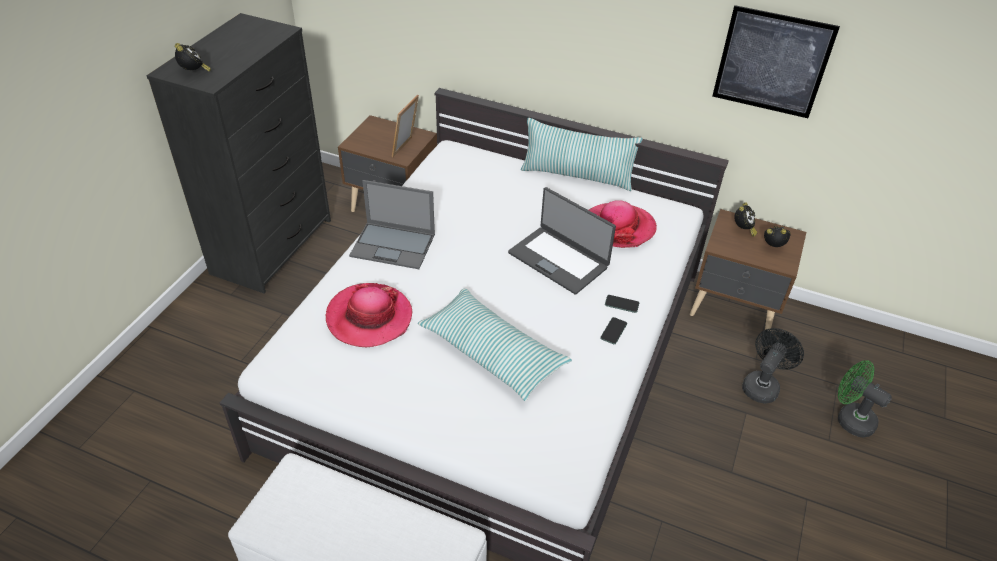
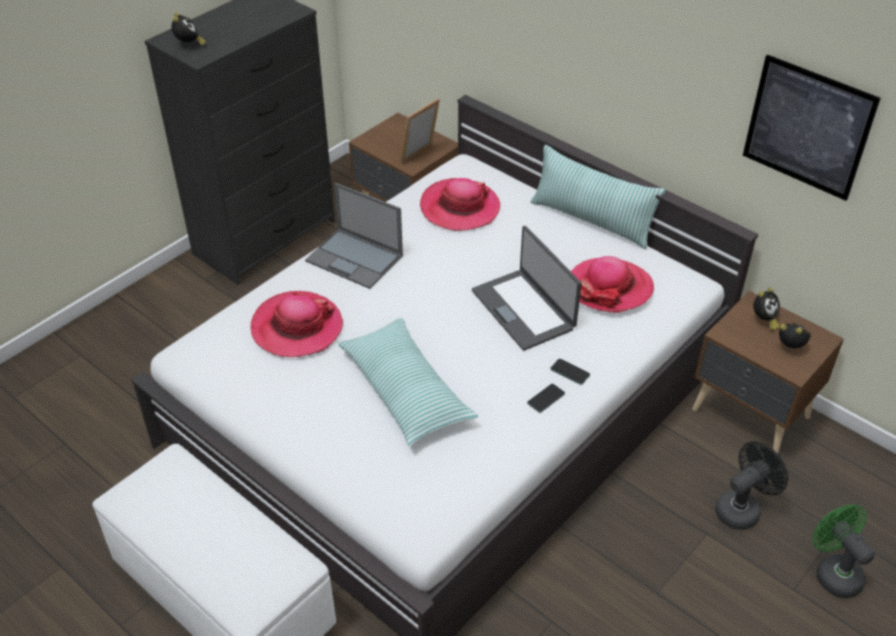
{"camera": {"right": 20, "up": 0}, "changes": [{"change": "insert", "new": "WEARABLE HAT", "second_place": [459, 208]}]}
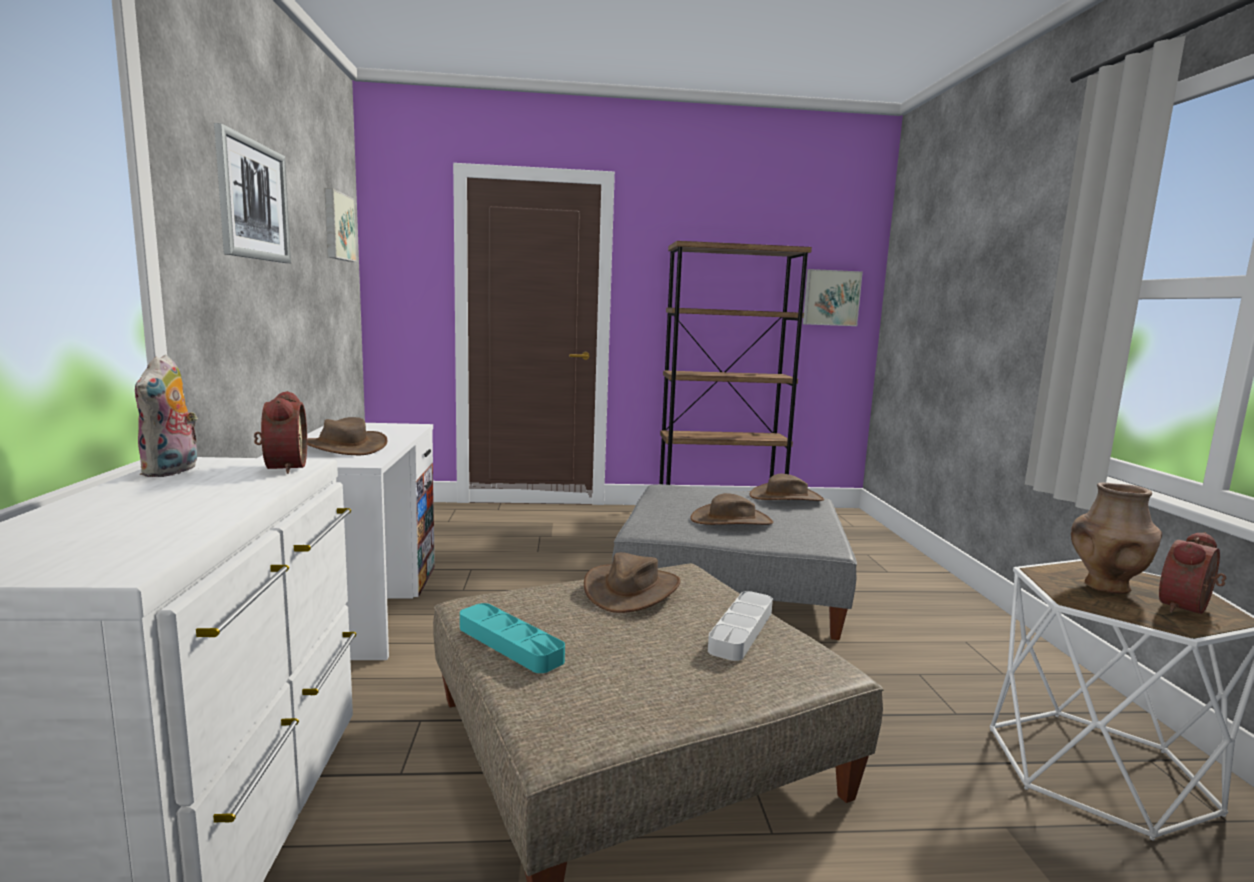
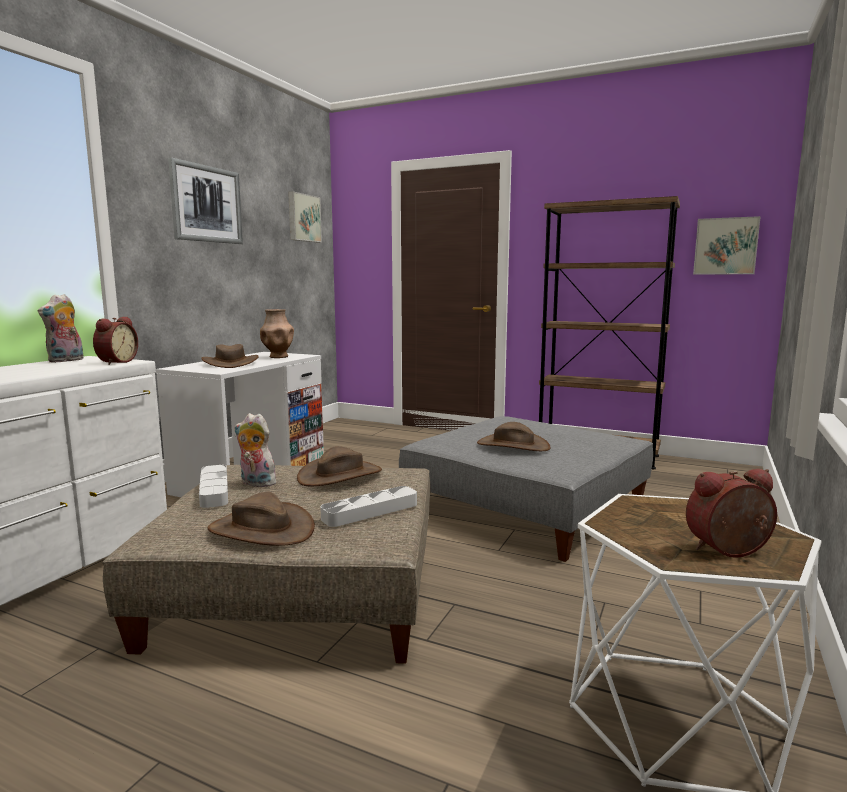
{"camera": {"right": 30, "up": 0}, "changes": [{"change": "recolor", "old": "TURQUOISE SERVING TRAY", "new": "GREY SERVING TRAY", "first_place": [510, 643], "second_place": [214, 490]}, {"change": "move", "old": "BROWN WEARABLE HAT", "first_place": [786, 497], "second_place": [261, 530]}, {"change": "insert", "new": "PLUSH TOY", "second_place": [255, 483]}, {"change": "move", "old": "BROWN FLOWER VASE", "first_place": [1106, 587], "second_place": [278, 357]}]}
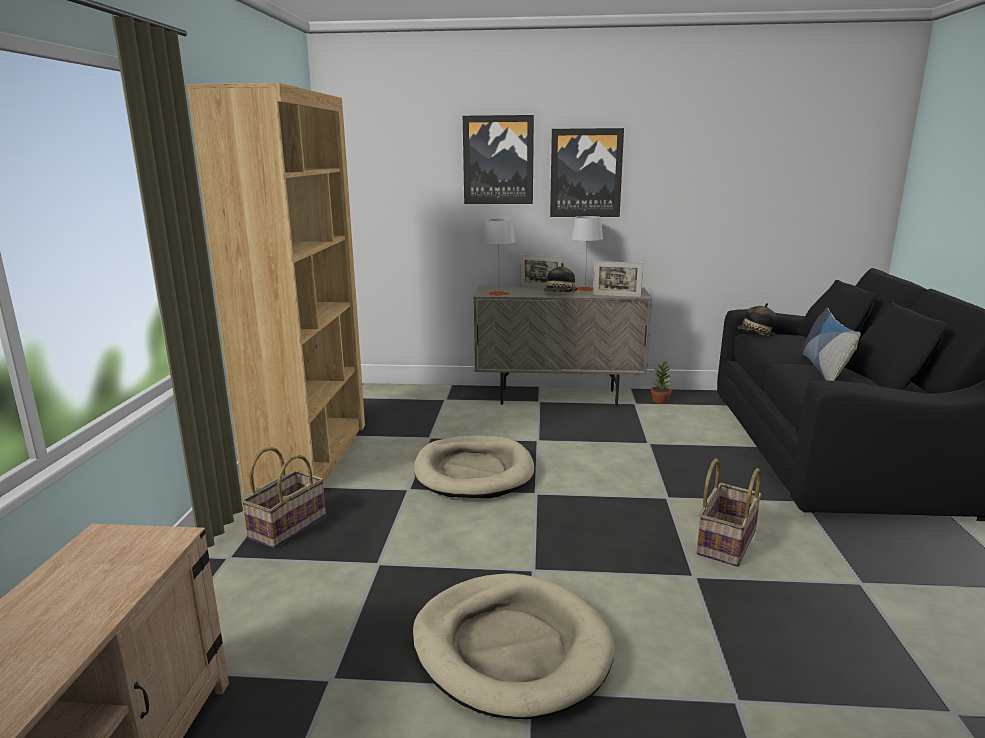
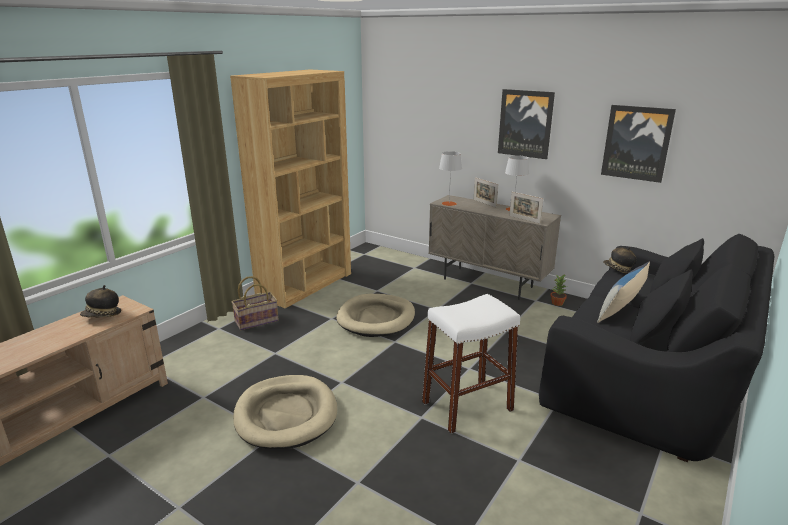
{"camera": {"right": 30, "up": 5}, "changes": [{"change": "move", "old": "WEARABLE HAT", "first_place": [560, 294], "second_place": [102, 316]}, {"change": "replace", "old": "STORAGE BASKET", "new": "WHITE STOOL SEAT", "first_place": [725, 542], "second_place": [467, 406]}, {"change": "move", "old": "PICTURE", "first_place": [498, 160], "second_place": [636, 143]}]}
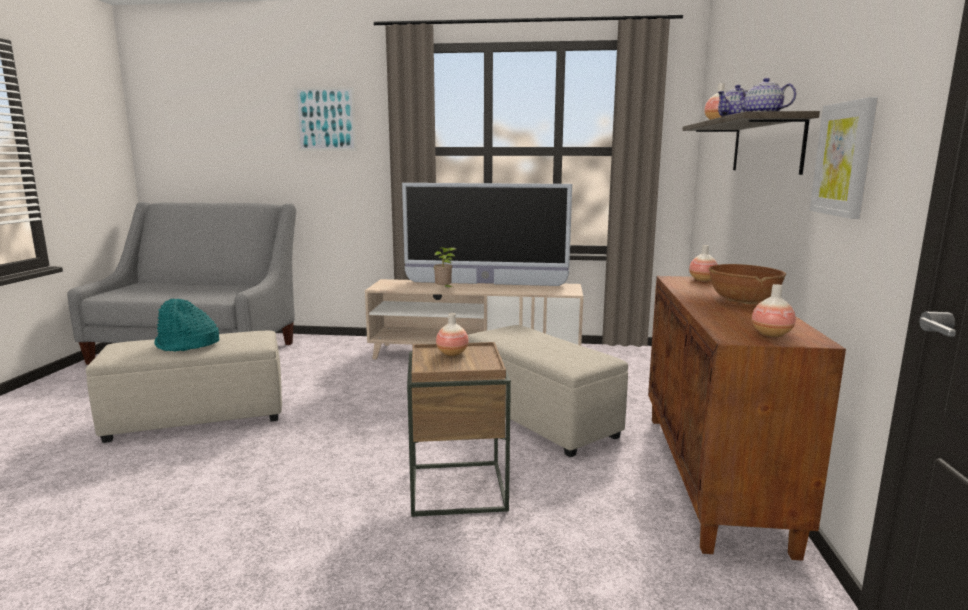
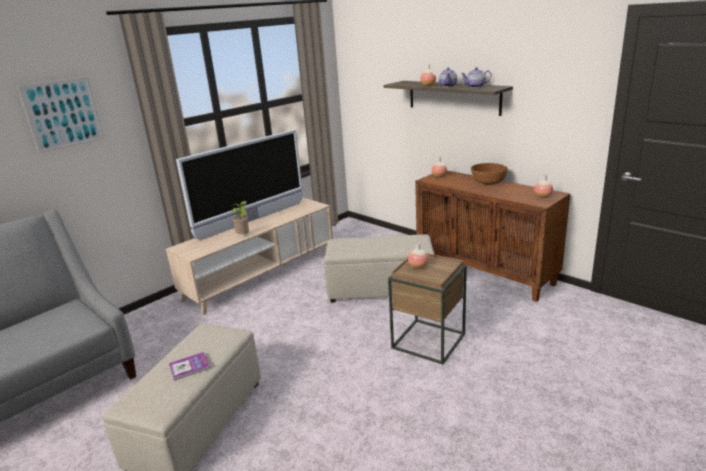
{"camera": {"right": -50, "up": 10}, "changes": [{"change": "replace", "old": "TURQUOISE WEARABLE HAT", "new": "BOOK", "first_place": [187, 345], "second_place": [190, 367]}, {"change": "delete", "old": "PICTURE", "first_place": [844, 159]}]}
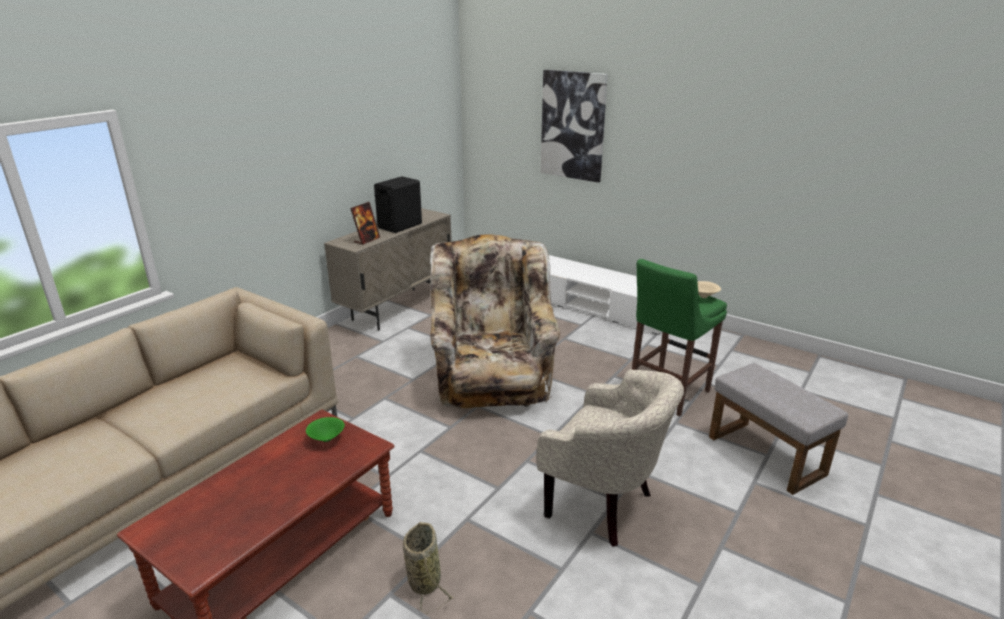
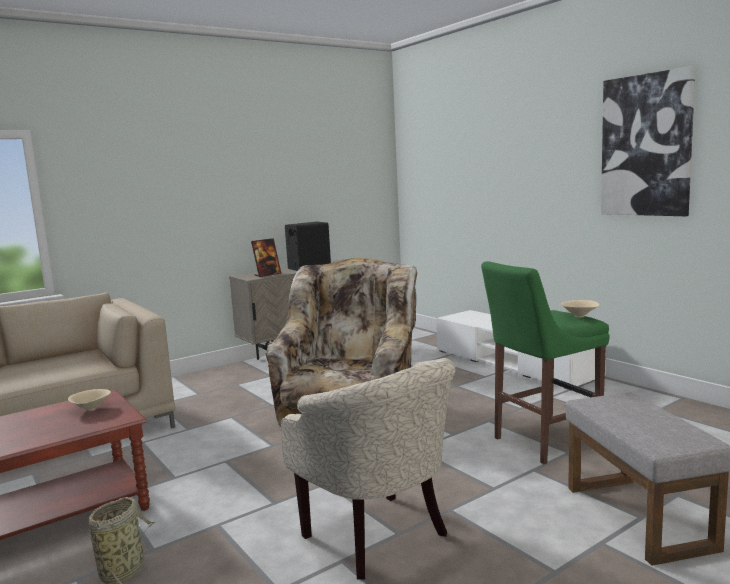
{"camera": {"right": 20, "up": -15}, "changes": [{"change": "recolor", "old": "GREENISH BOWL", "new": "SAND-COLOURED BOWL", "first_place": [326, 440], "second_place": [90, 410]}, {"change": "move", "old": "PICTURE", "first_place": [573, 126], "second_place": [646, 145]}]}
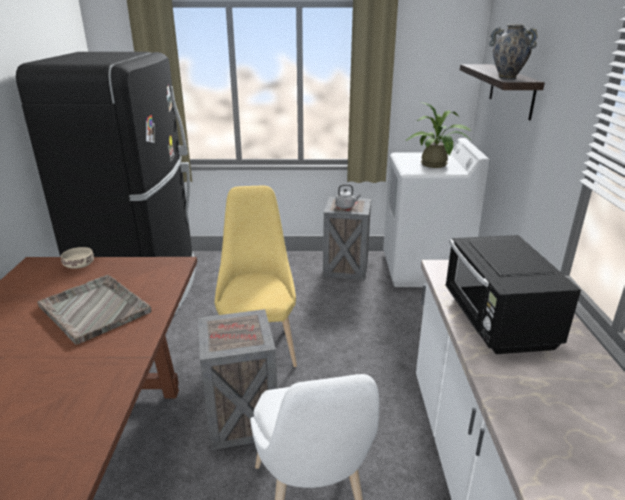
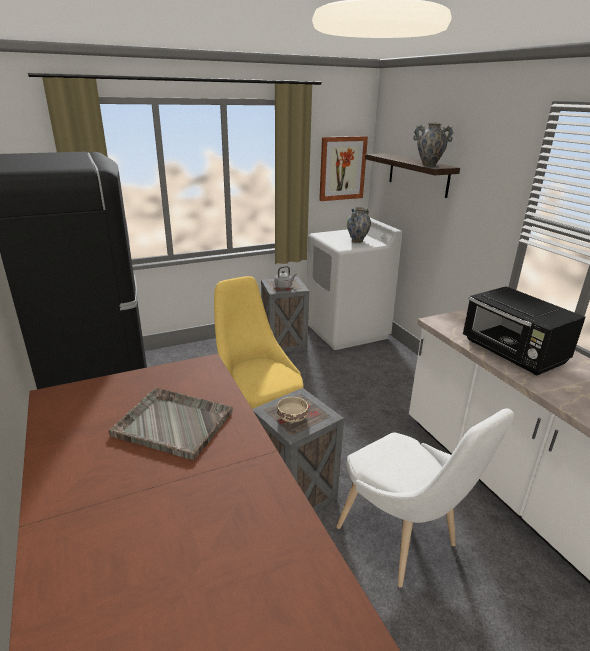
{"camera": {"right": -25, "up": 0}, "changes": [{"change": "move", "old": "SAND-COLOURED BOWL", "first_place": [80, 265], "second_place": [293, 416]}, {"change": "insert", "new": "PICTURE", "second_place": [342, 168]}, {"change": "replace", "old": "PLANT IN A POT", "new": "FLOWER VASE", "first_place": [436, 165], "second_place": [357, 241]}]}
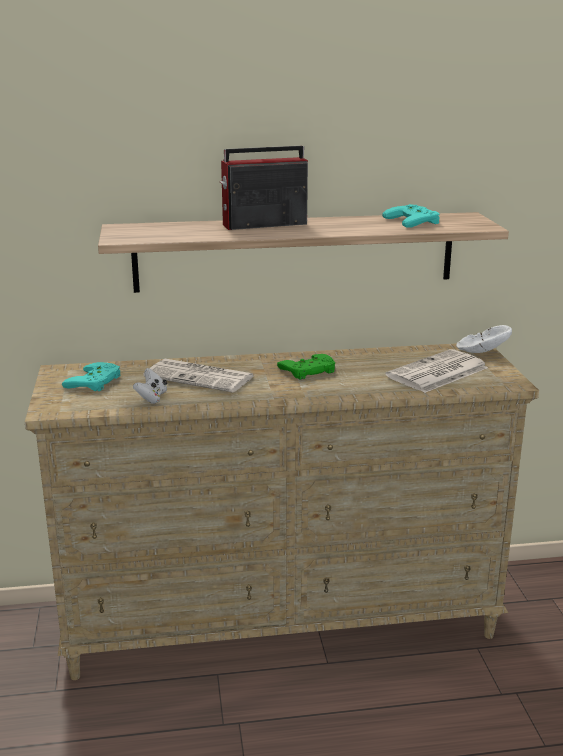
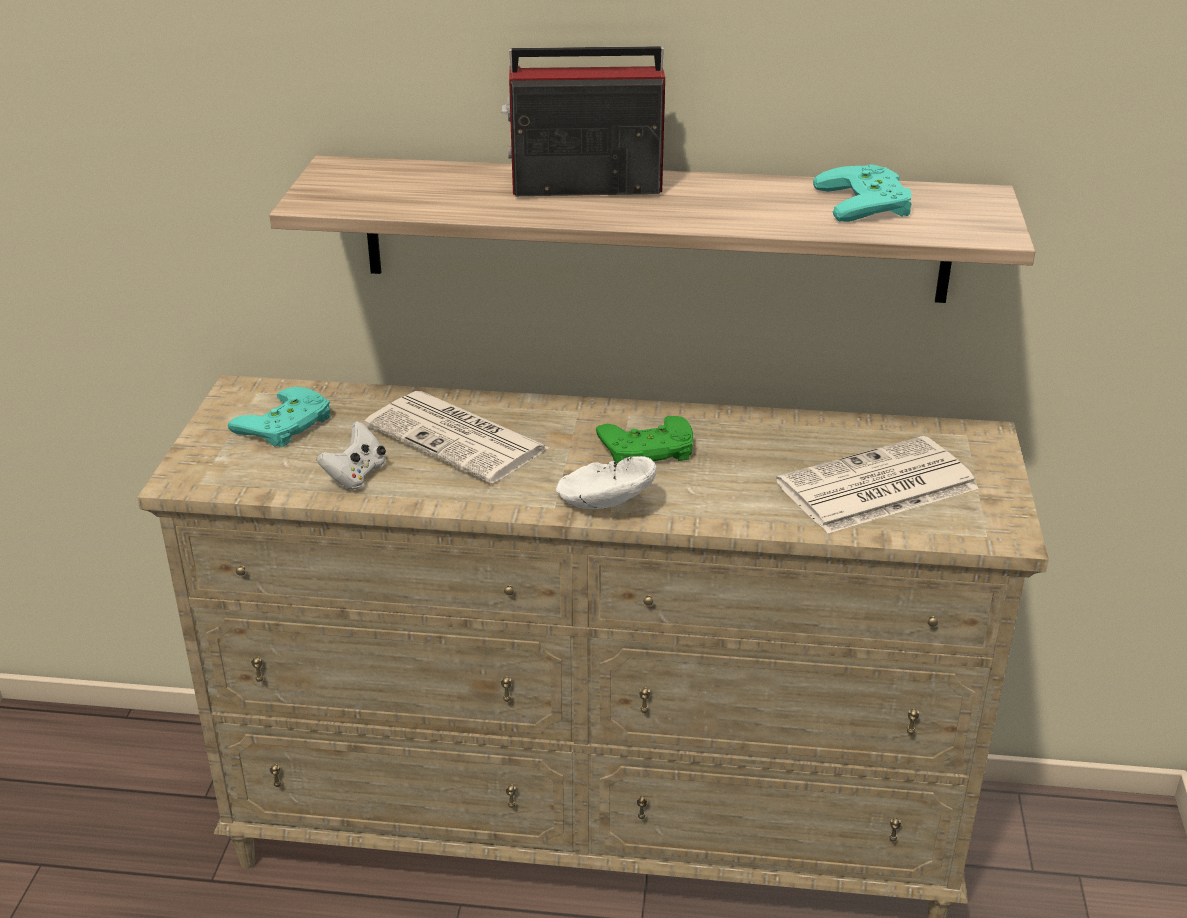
{"camera": {"right": 15, "up": 10}, "changes": [{"change": "move", "old": "WHITE BOWL", "first_place": [481, 351], "second_place": [604, 502]}]}
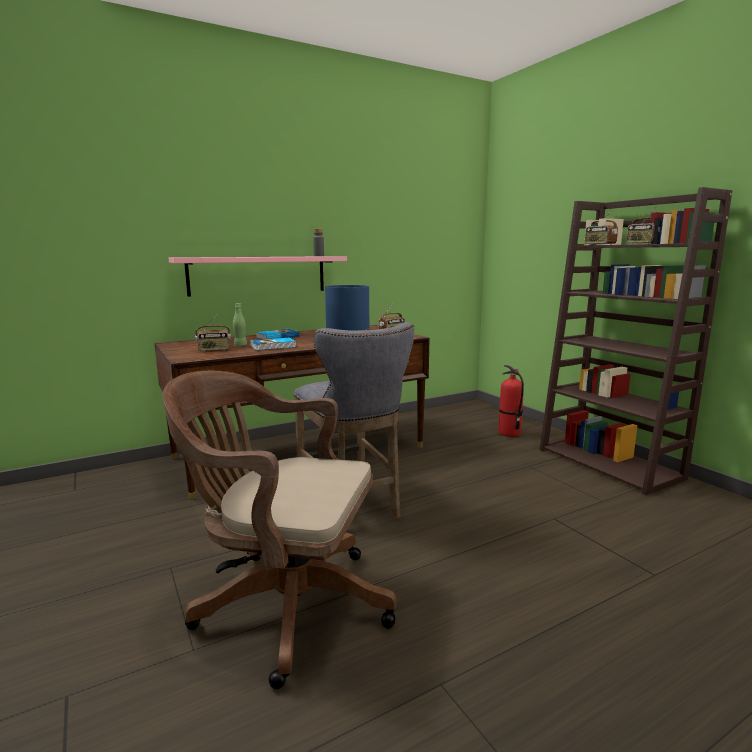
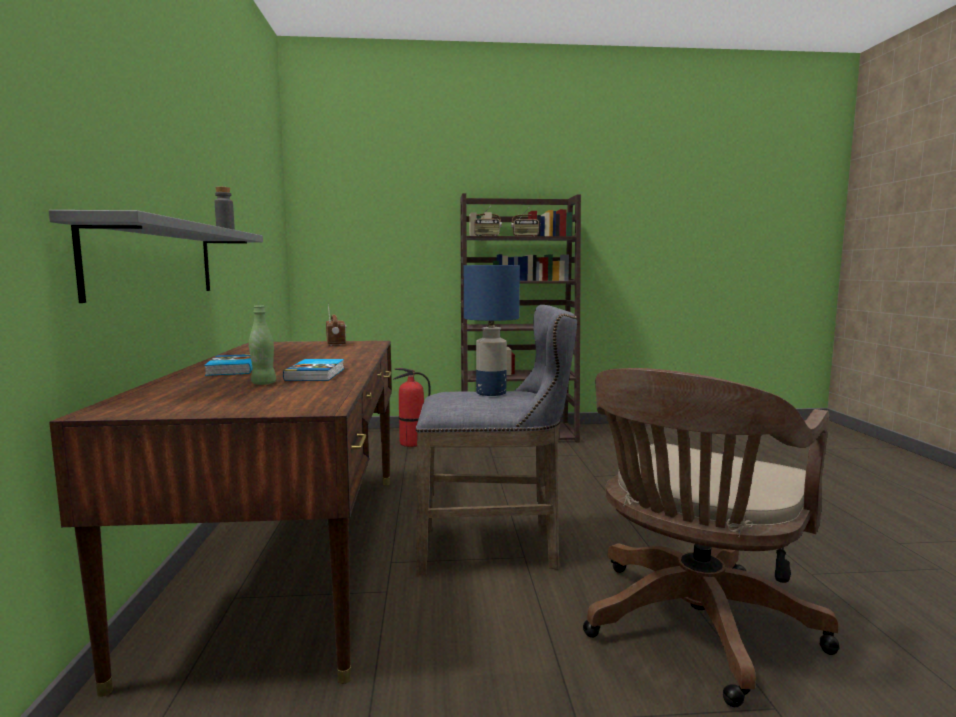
{"camera": {"right": -65, "up": -5}, "changes": [{"change": "recolor", "old": "PINK-COLOURED WALL SHELF", "new": "GREY WALL SHELF", "first_place": [258, 275], "second_place": [155, 261]}, {"change": "delete", "old": "RADIO SET", "first_place": [214, 350]}]}
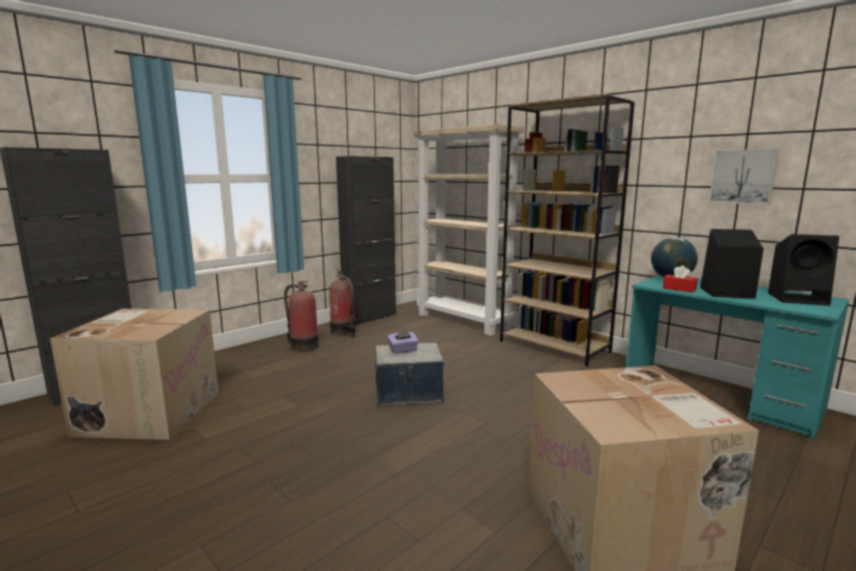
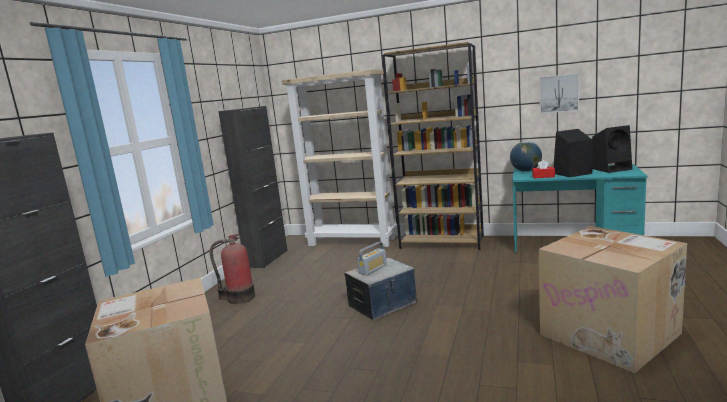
{"camera": {"right": -25, "up": 0}, "changes": [{"change": "replace", "old": "PURPLISH TISSUE BOX", "new": "RADIO SET", "first_place": [403, 350], "second_place": [373, 269]}, {"change": "delete", "old": "FIRE EXTINGUISHER", "first_place": [344, 332]}]}
